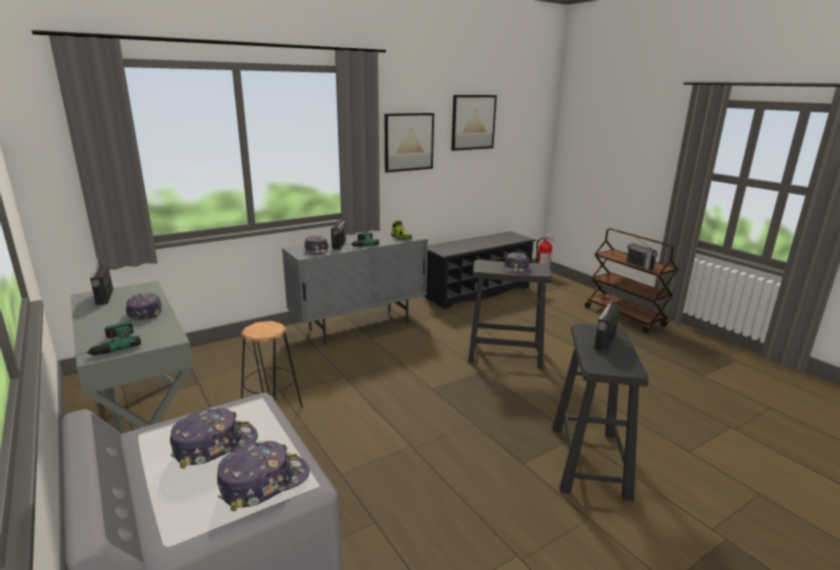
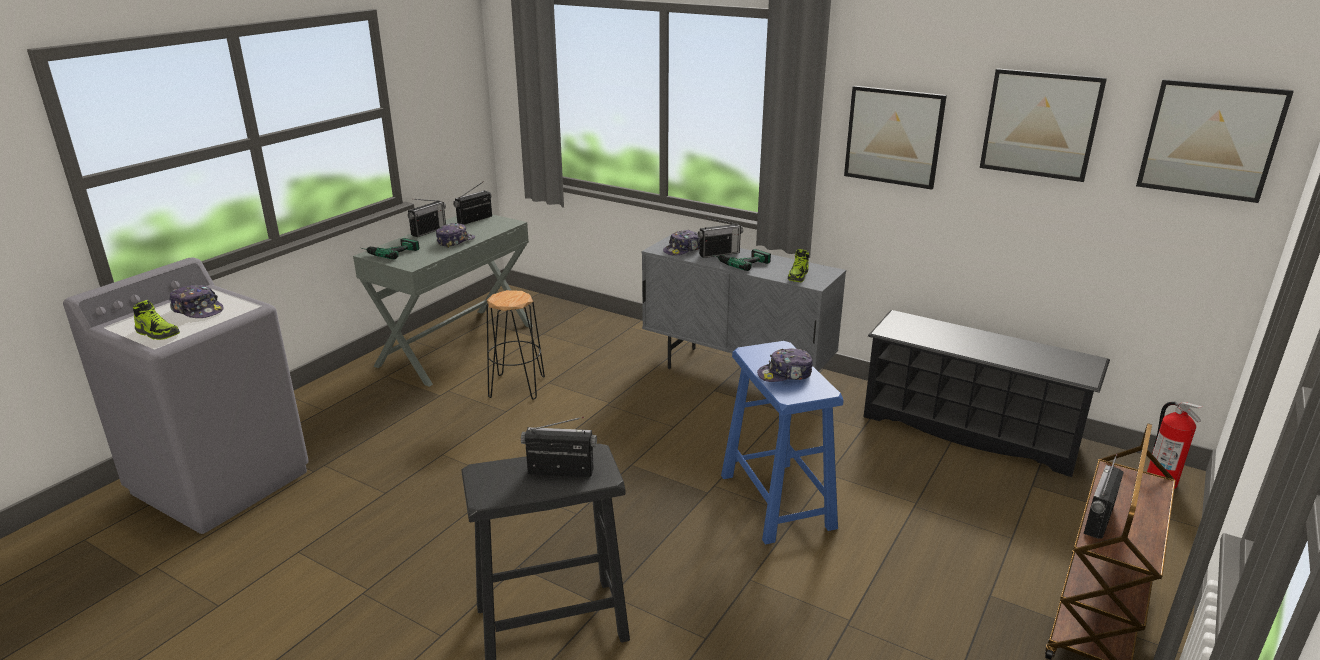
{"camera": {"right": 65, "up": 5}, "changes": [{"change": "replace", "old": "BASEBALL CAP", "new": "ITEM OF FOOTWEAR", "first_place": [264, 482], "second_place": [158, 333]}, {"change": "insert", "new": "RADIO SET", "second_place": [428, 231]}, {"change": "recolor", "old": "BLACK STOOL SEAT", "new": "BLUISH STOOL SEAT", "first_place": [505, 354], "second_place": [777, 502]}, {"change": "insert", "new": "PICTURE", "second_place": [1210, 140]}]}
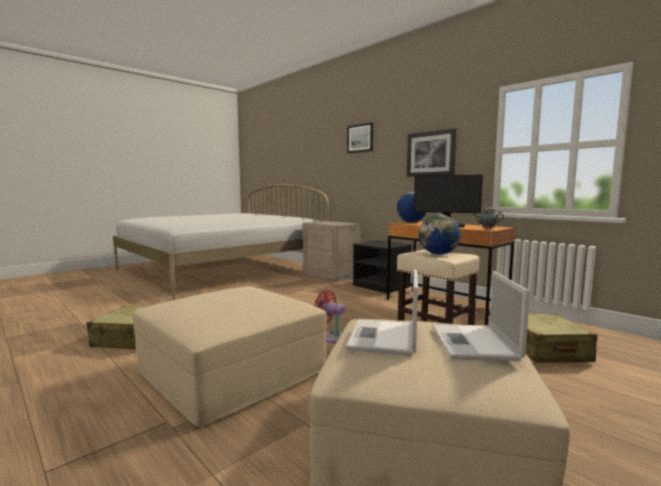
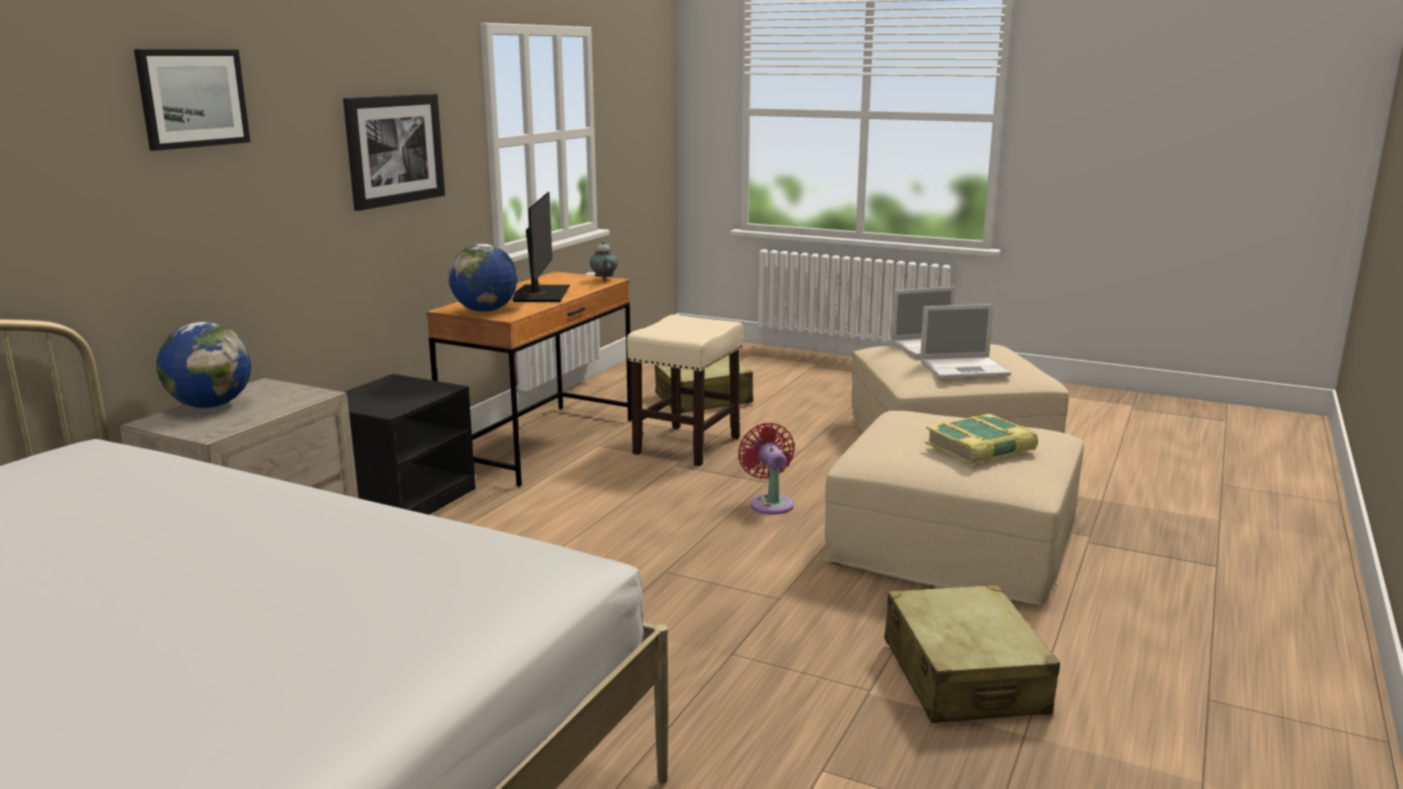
{"camera": {"right": -110, "up": 10}, "changes": [{"change": "move", "old": "DESK GLOBE", "first_place": [438, 254], "second_place": [210, 405]}, {"change": "rotate", "old": "RED ELECTRIC FAN", "first_place": [332, 337], "second_place": [770, 503], "degrees": 150}, {"change": "insert", "new": "BOOK", "second_place": [981, 448]}]}
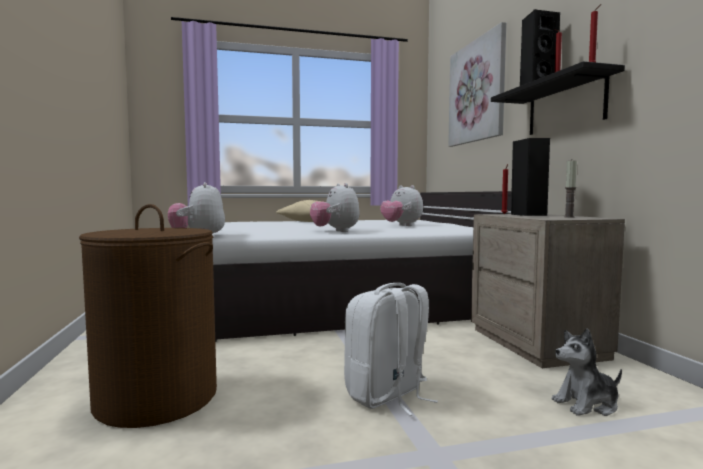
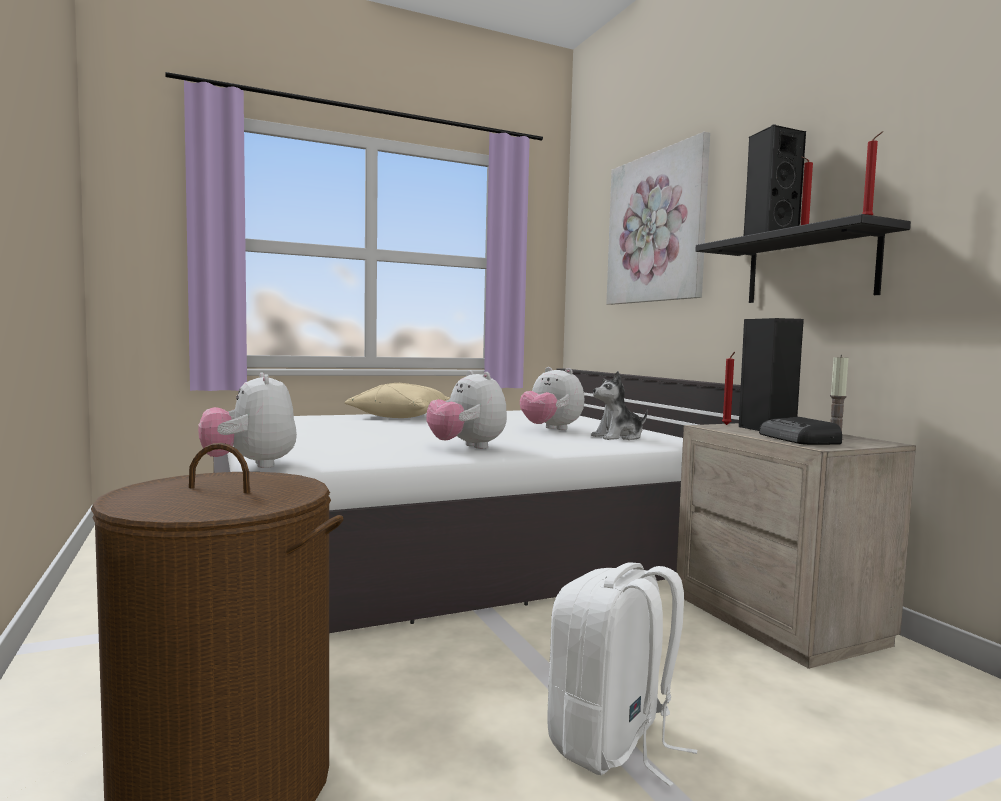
{"camera": {"right": -10, "up": 0}, "changes": [{"change": "move", "old": "PLUSH TOY", "first_place": [587, 404], "second_place": [618, 437]}, {"change": "insert", "new": "RADIO SET", "second_place": [799, 440]}]}
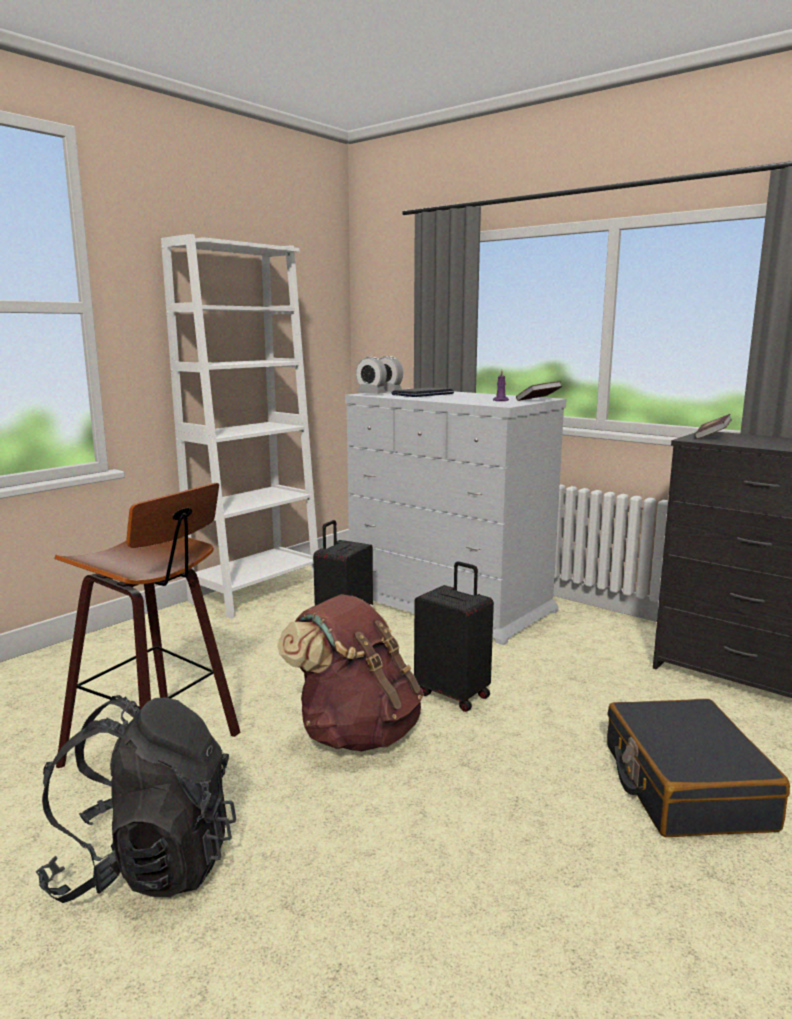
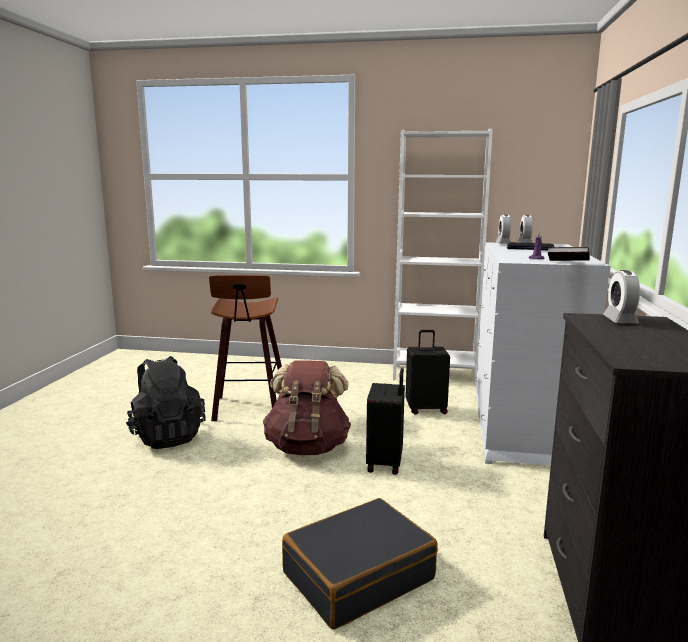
{"camera": {"right": 60, "up": 0}, "changes": [{"change": "replace", "old": "BOOK", "new": "ALARM CLOCK", "first_place": [712, 437], "second_place": [620, 320]}]}
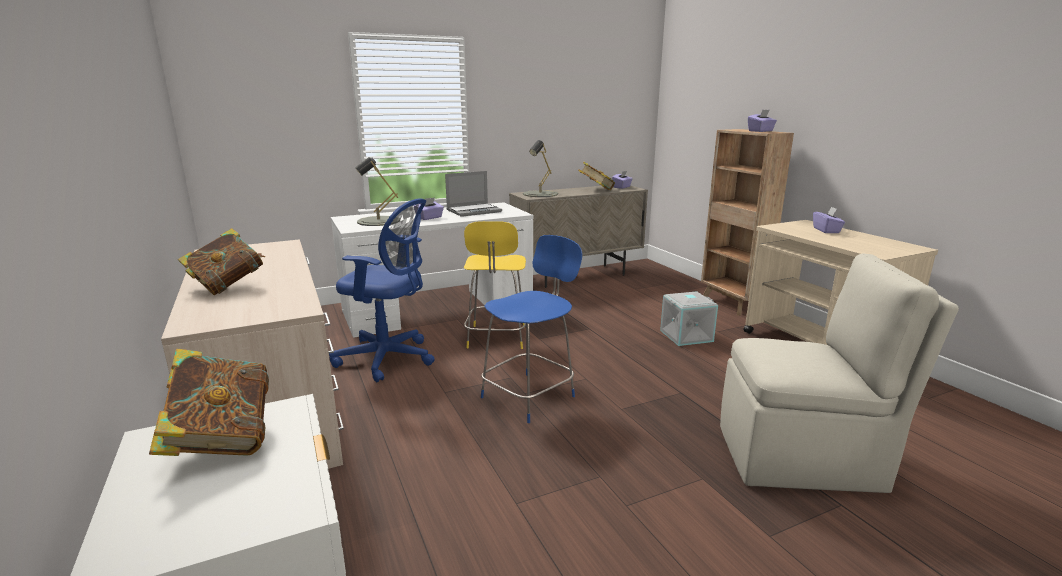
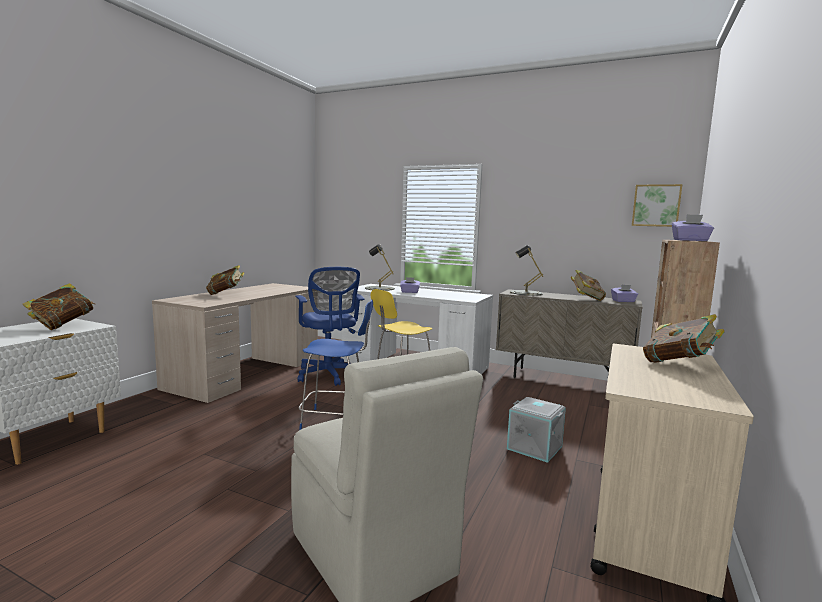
{"camera": {"right": 50, "up": -10}, "changes": [{"change": "insert", "new": "PICTURE", "second_place": [656, 205]}, {"change": "replace", "old": "PURPLISH TISSUE BOX", "new": "BOOK", "first_place": [826, 230], "second_place": [679, 364]}, {"change": "delete", "old": "PORTABLE COMPUTER", "first_place": [474, 211]}]}
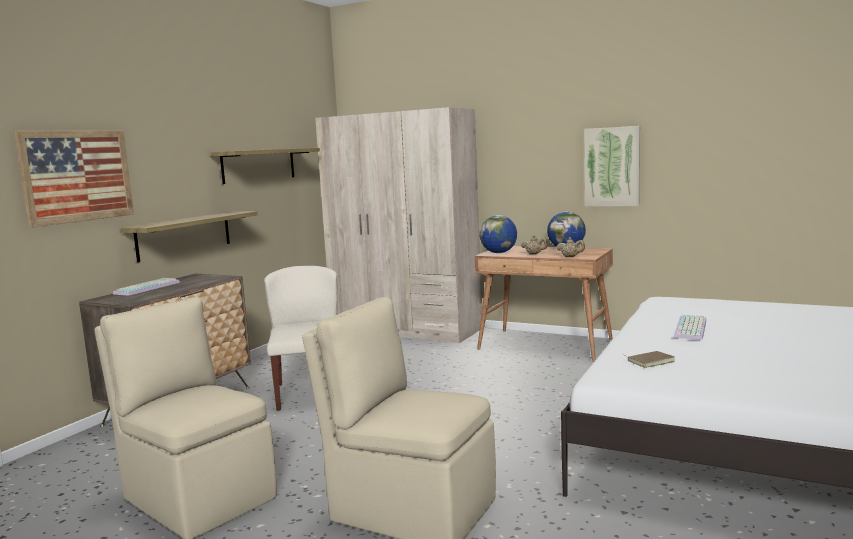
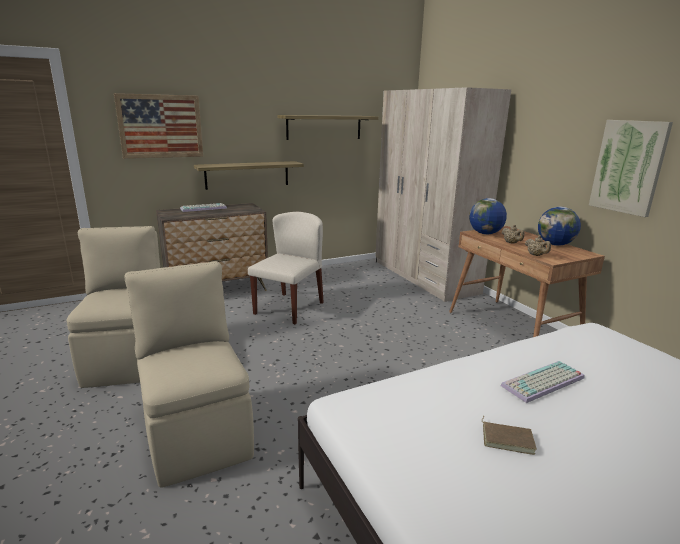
{"camera": {"right": 35, "up": 10}, "changes": [{"change": "move", "old": "BROWN BOOK", "first_place": [650, 361], "second_place": [507, 438]}]}
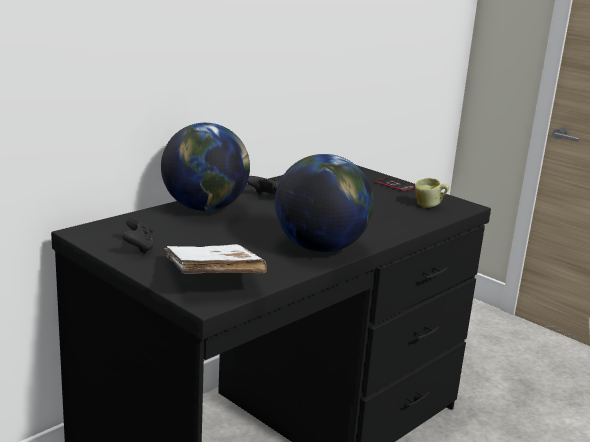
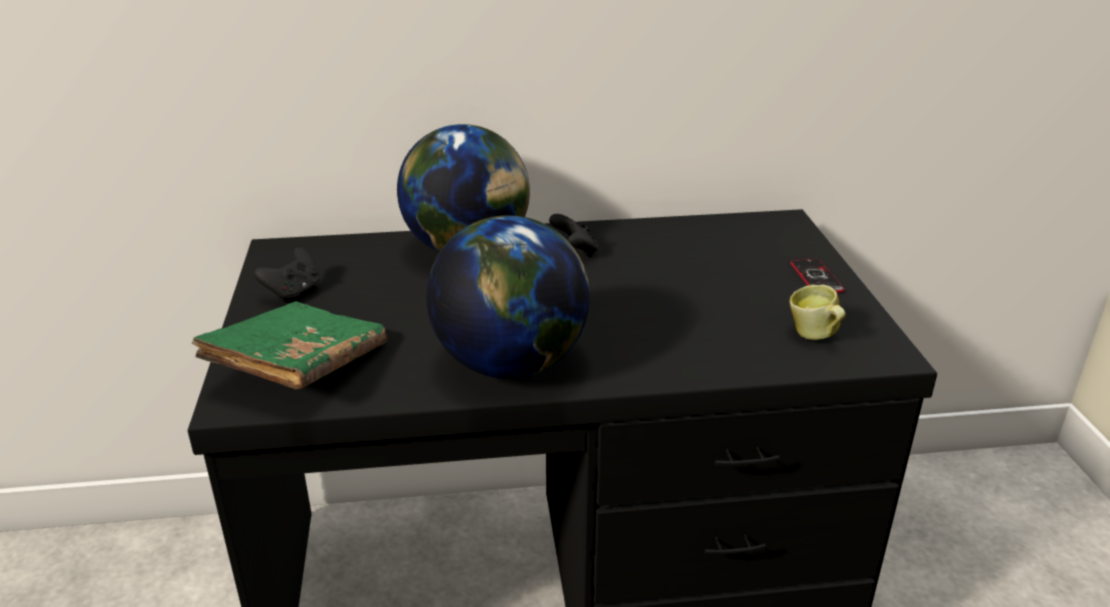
{"camera": {"right": 40, "up": 10}, "changes": [{"change": "recolor", "old": "WHITE BOOK", "new": "GREENISH BOOK", "first_place": [212, 278], "second_place": [299, 367]}]}
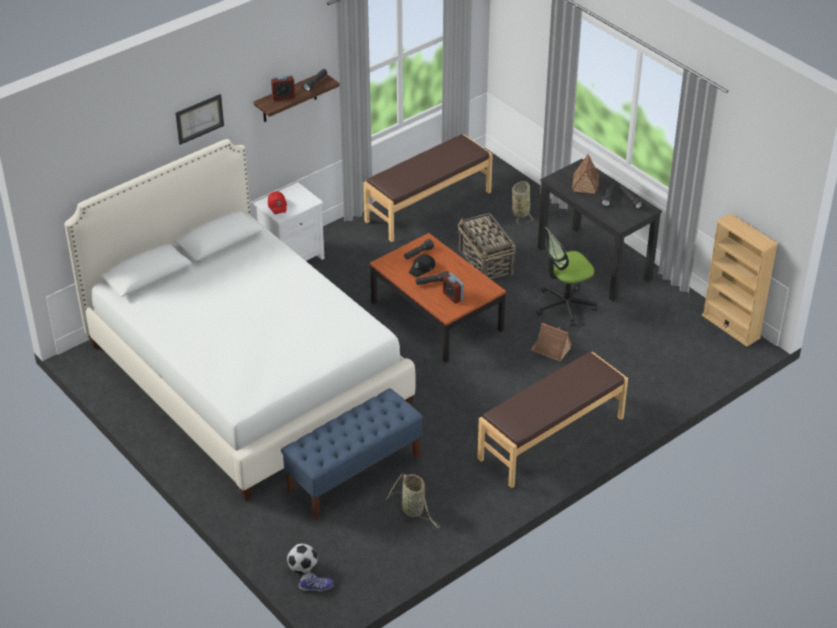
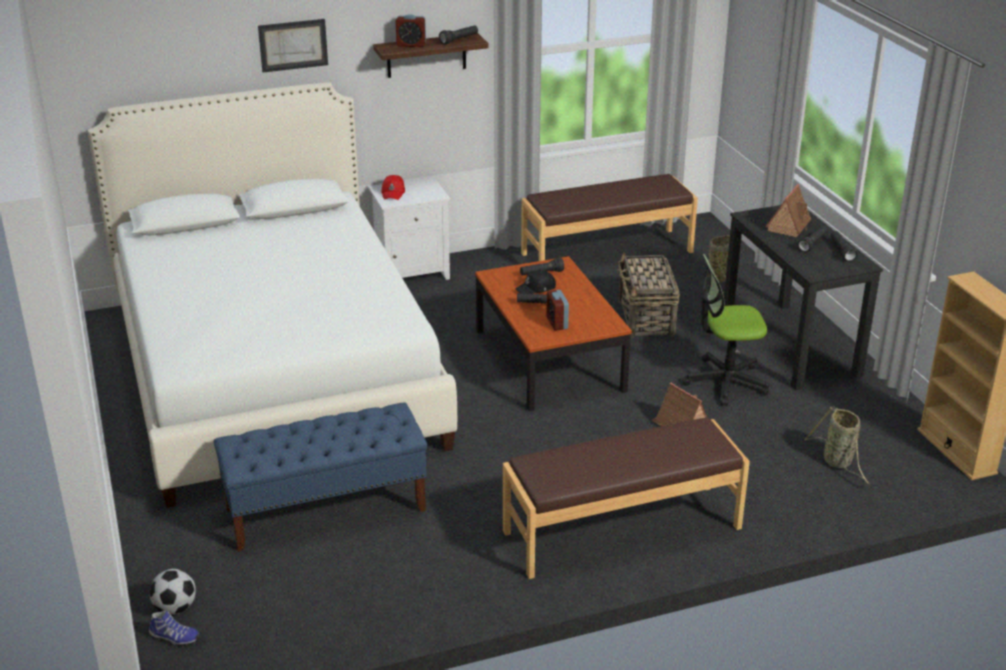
{"camera": {"right": 20, "up": -10}, "changes": [{"change": "move", "old": "STORAGE BASKET", "first_place": [414, 511], "second_place": [839, 462]}]}
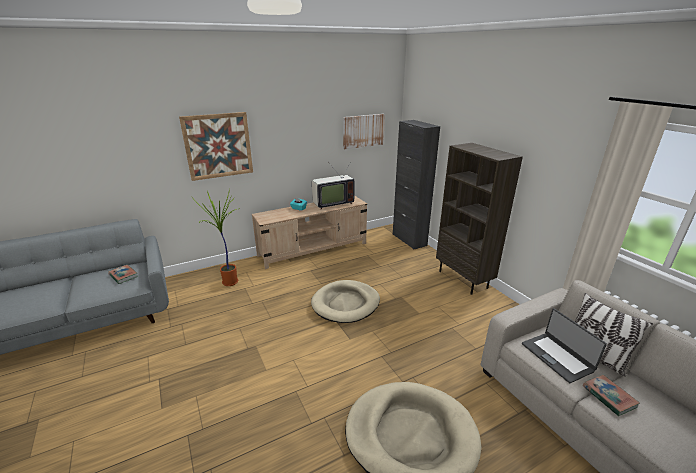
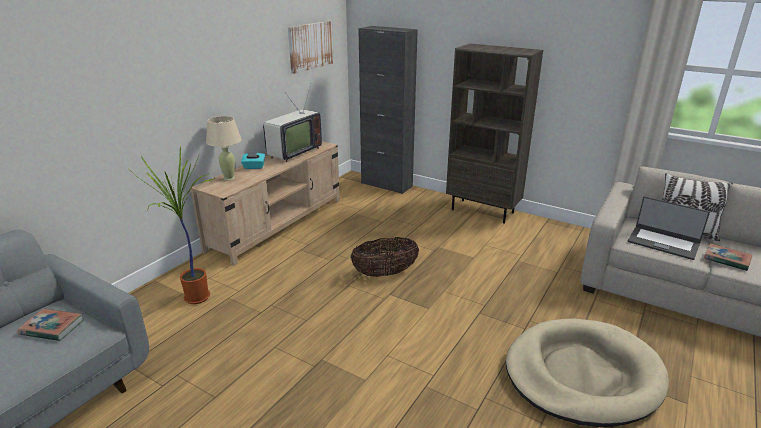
{"camera": {"right": -30, "up": 0}, "changes": [{"change": "insert", "new": "SAND-COLOURED LAMP FOR A TABLE", "second_place": [229, 178]}, {"change": "replace", "old": "SAND-COLOURED DOG BED", "new": "STORAGE BASKET", "first_place": [346, 303], "second_place": [385, 273]}, {"change": "delete", "old": "PICTURE", "first_place": [218, 146]}]}
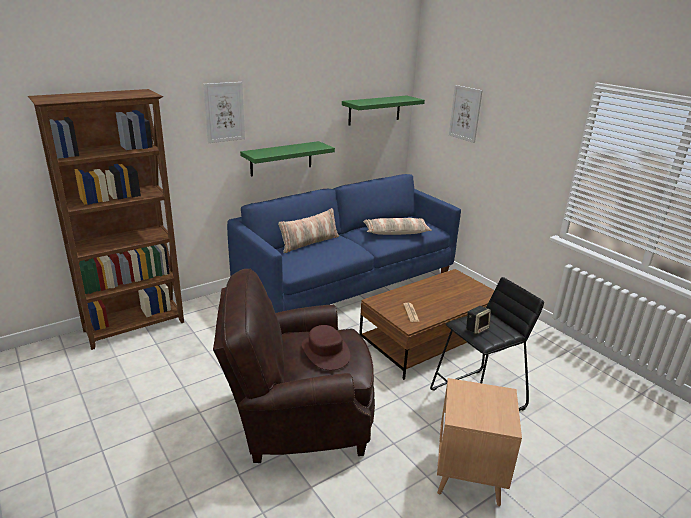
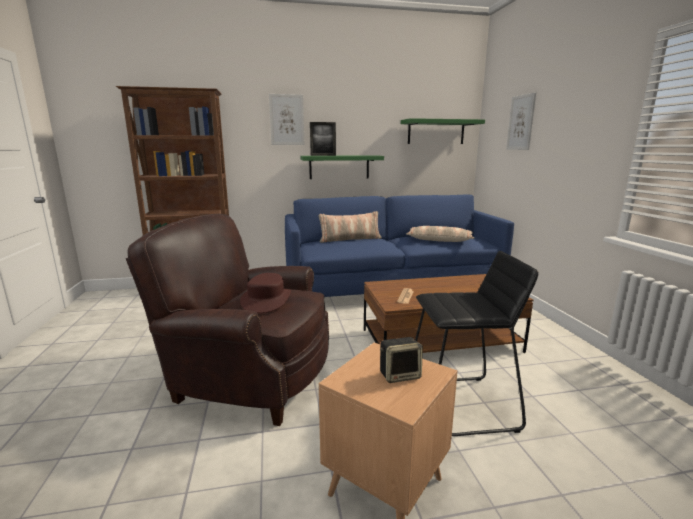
{"camera": {"right": 25, "up": -10}, "changes": [{"change": "insert", "new": "STANDING FRAME", "second_place": [323, 155]}, {"change": "move", "old": "LOUDSPEAKER", "first_place": [476, 328], "second_place": [400, 375]}]}
